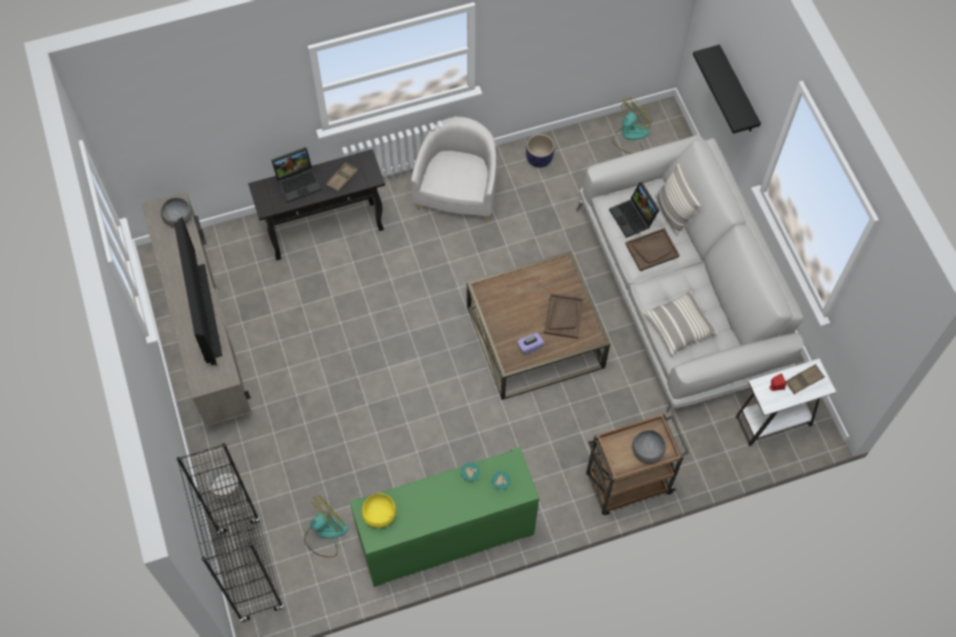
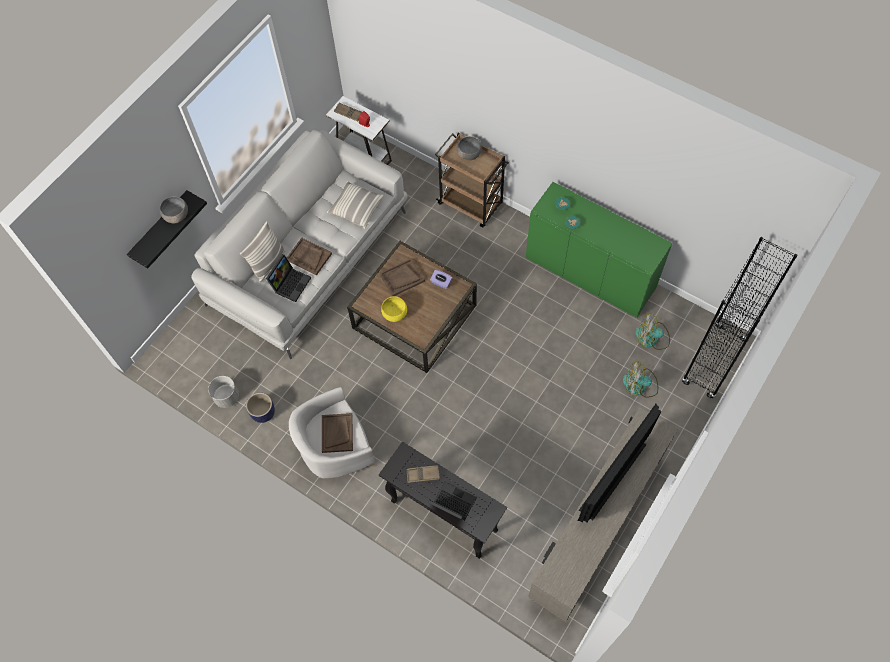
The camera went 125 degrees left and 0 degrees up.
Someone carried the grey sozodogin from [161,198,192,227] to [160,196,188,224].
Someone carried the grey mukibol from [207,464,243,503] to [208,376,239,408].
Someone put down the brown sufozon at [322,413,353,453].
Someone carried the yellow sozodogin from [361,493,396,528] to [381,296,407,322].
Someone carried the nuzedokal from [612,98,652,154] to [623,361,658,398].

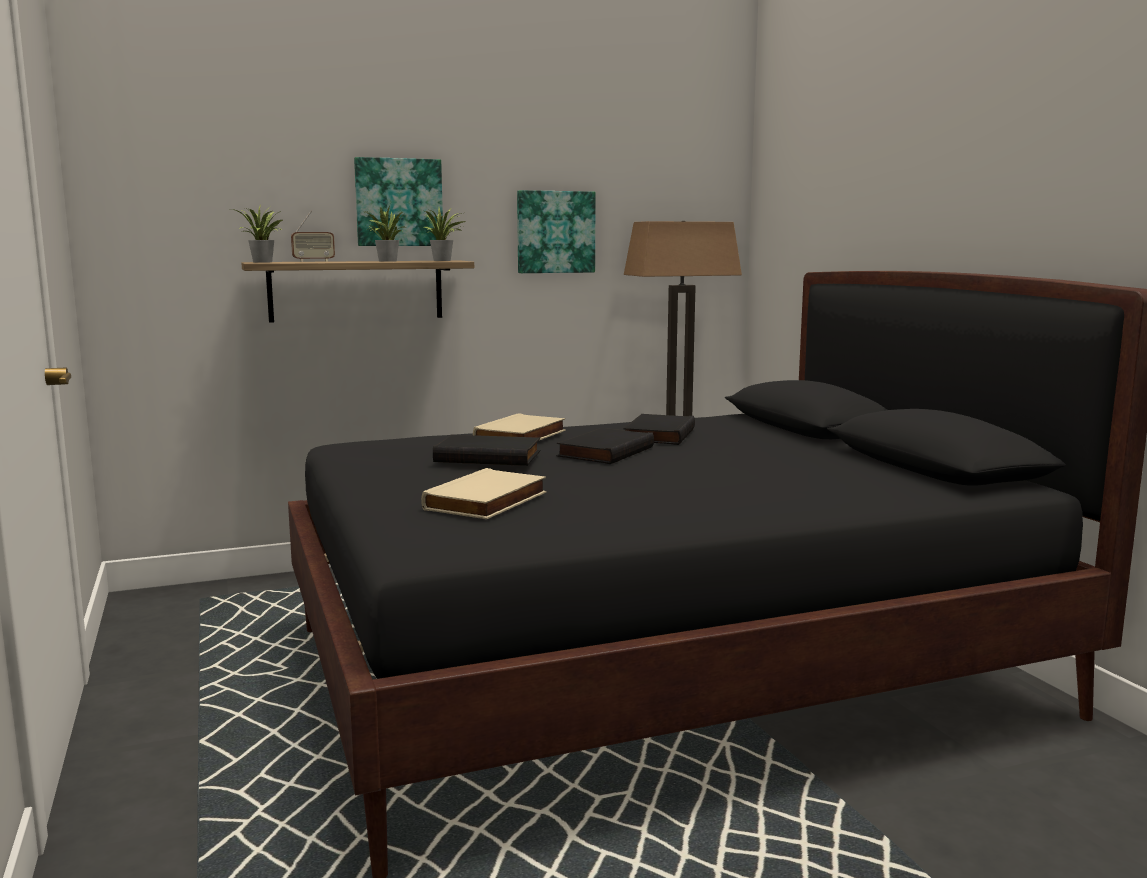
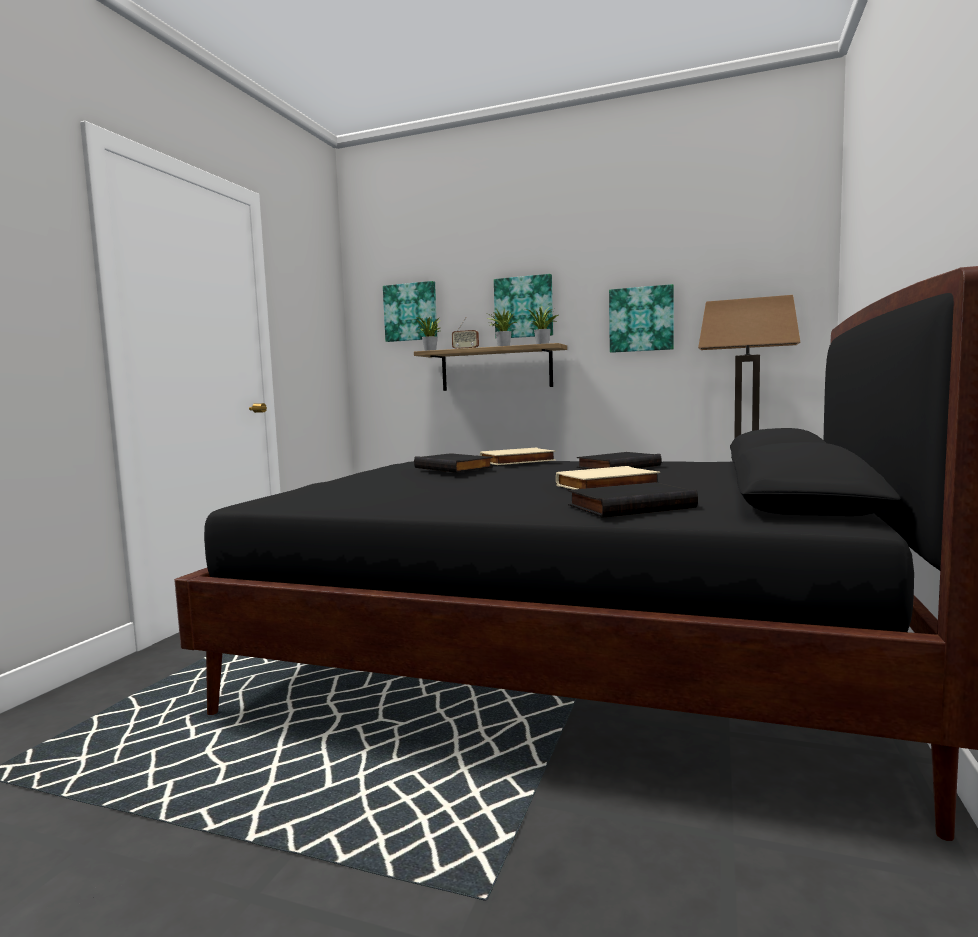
The camera went 40 degrees right and 5 degrees down.
Someone put up the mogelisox at [383,281,437,342].
Someone carried the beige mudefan from [421,468,546,519] to [556,466,660,490].
Someone carried the black mudefan from [557,428,654,464] to [568,482,698,518].

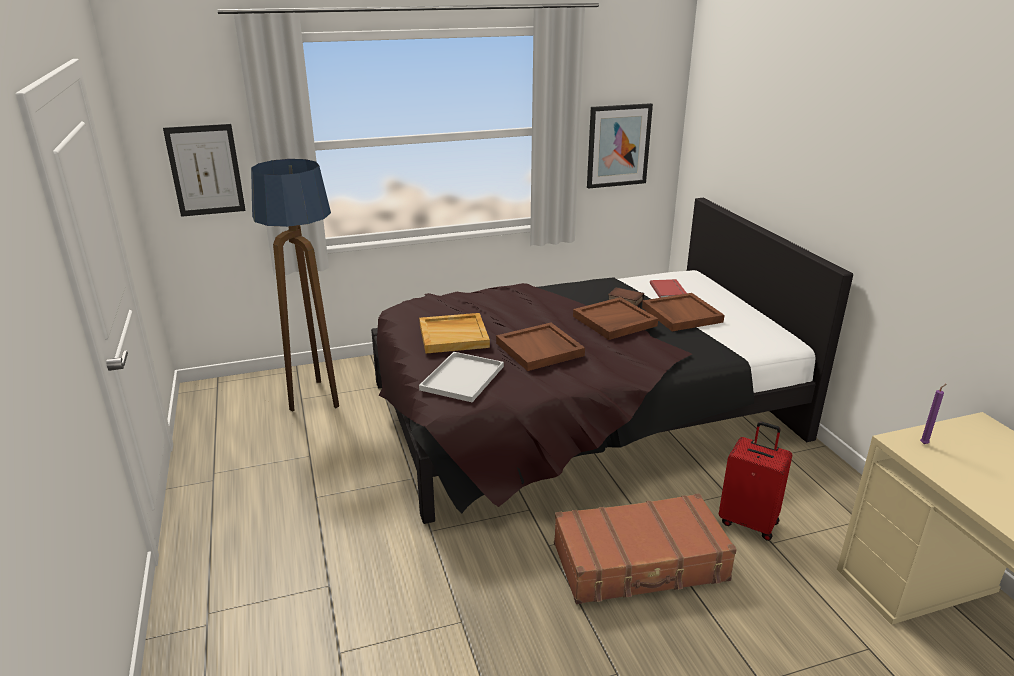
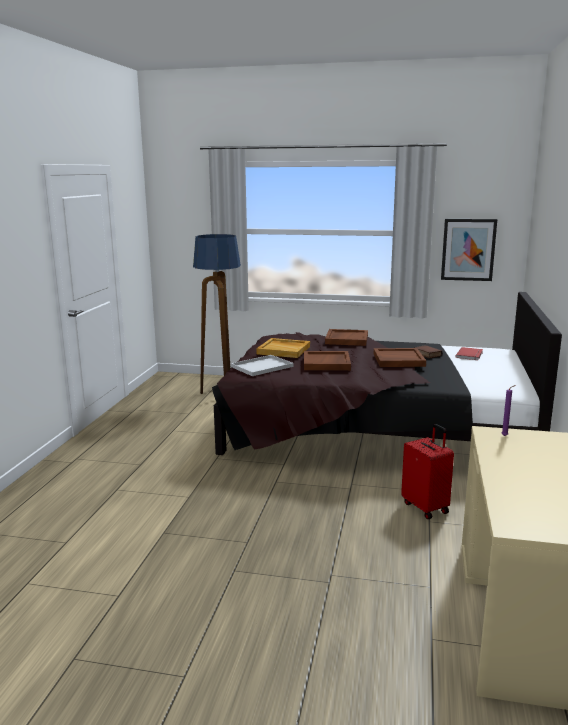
The camera went 30 degrees right and 10 degrees down.
Someone carried the brown sufozon from [642,293,724,331] to [325,329,368,346].
Someone took away the mogelisox at [163,124,246,217].
Someone took away the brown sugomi at [554,493,737,604].

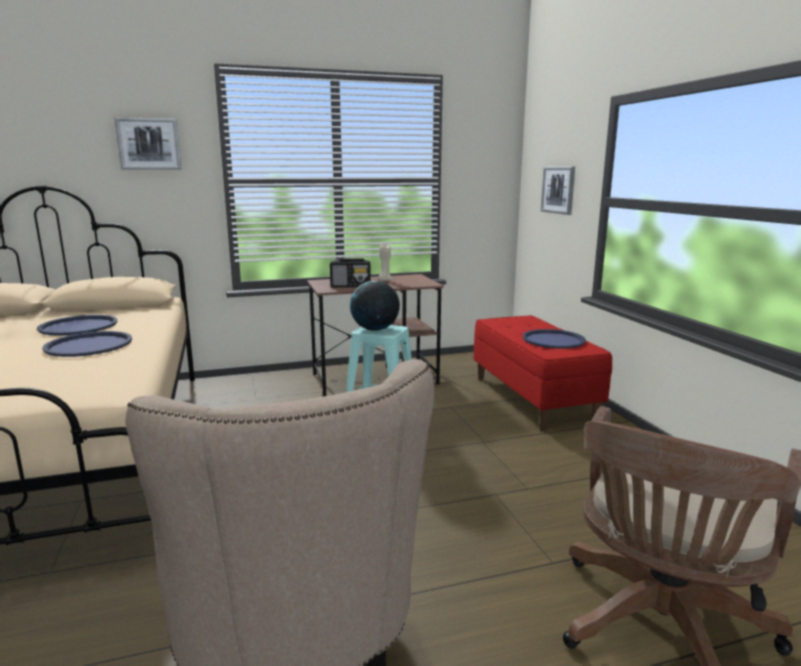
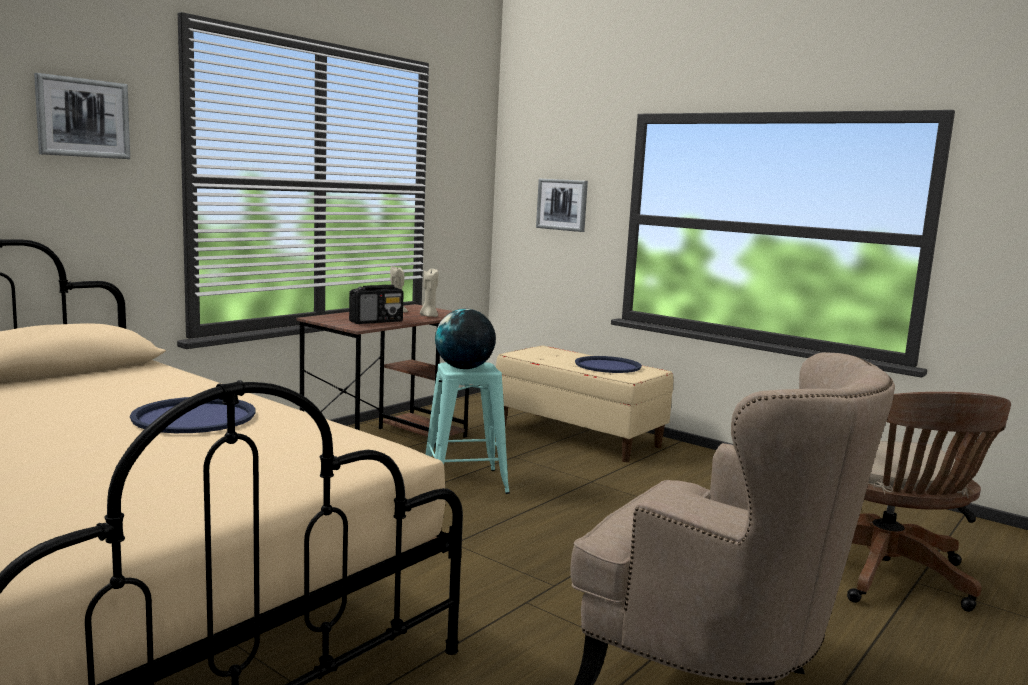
The camera went 35 degrees left and 5 degrees down.
Someone put down the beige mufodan at [420,269,438,317].
Someone repainted the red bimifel at [474,315,612,431], which became the beige bimifel at [496,346,673,462].
Someone took away the blue sufozon at [37,315,117,336].

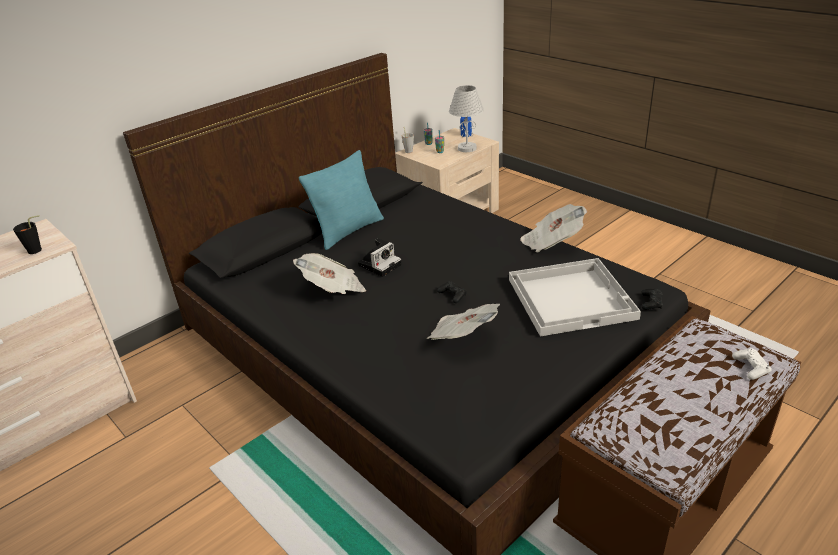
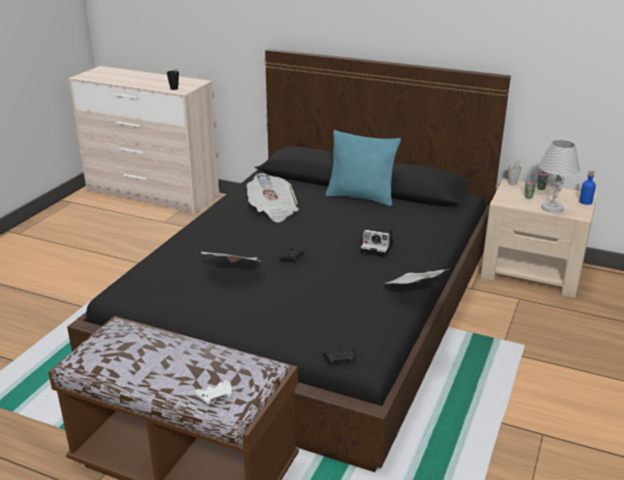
The camera went 65 degrees right and 5 degrees down.
Someone carried the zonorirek from [358,238,401,277] to [361,227,394,257].
Someone took away the white sufozon at [509,258,641,336].

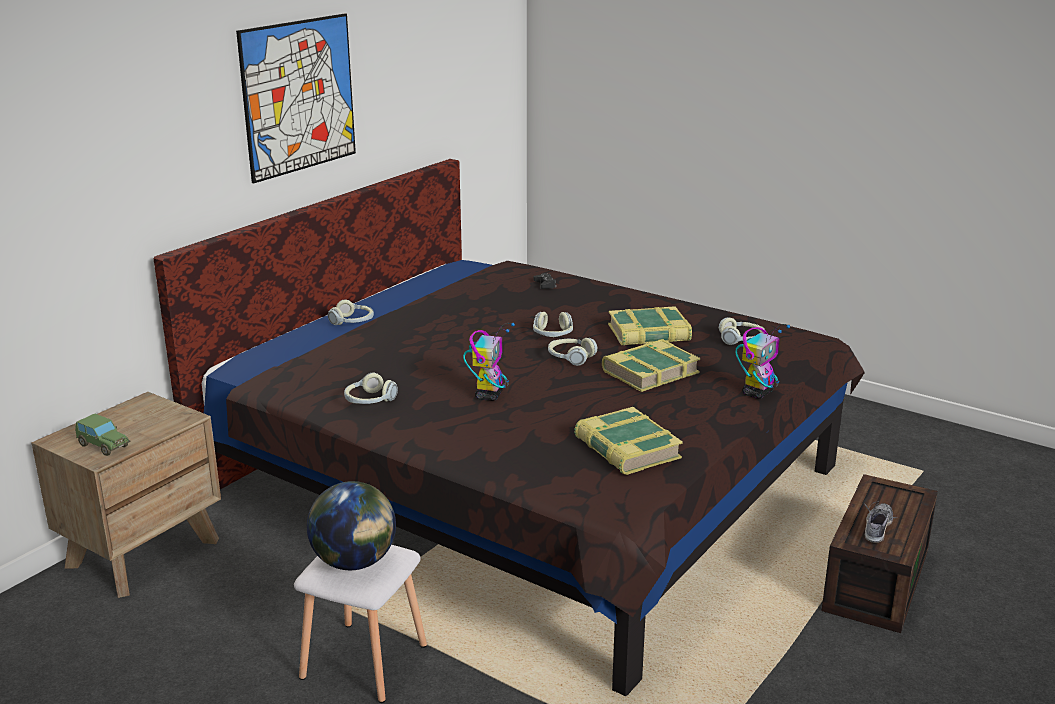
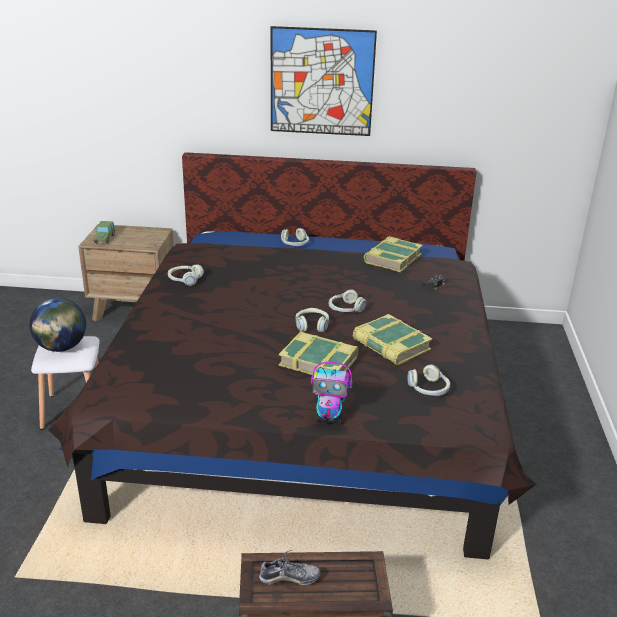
The camera went 60 degrees right and 5 degrees up.
Someone carried the mudefan from [574,407,683,475] to [364,236,423,272].
Someone took away the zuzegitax at [463,323,515,401].

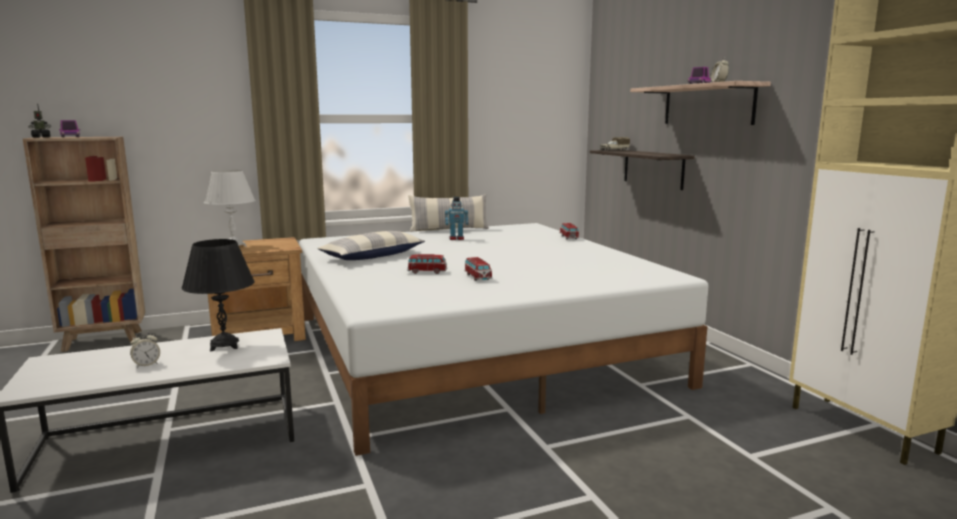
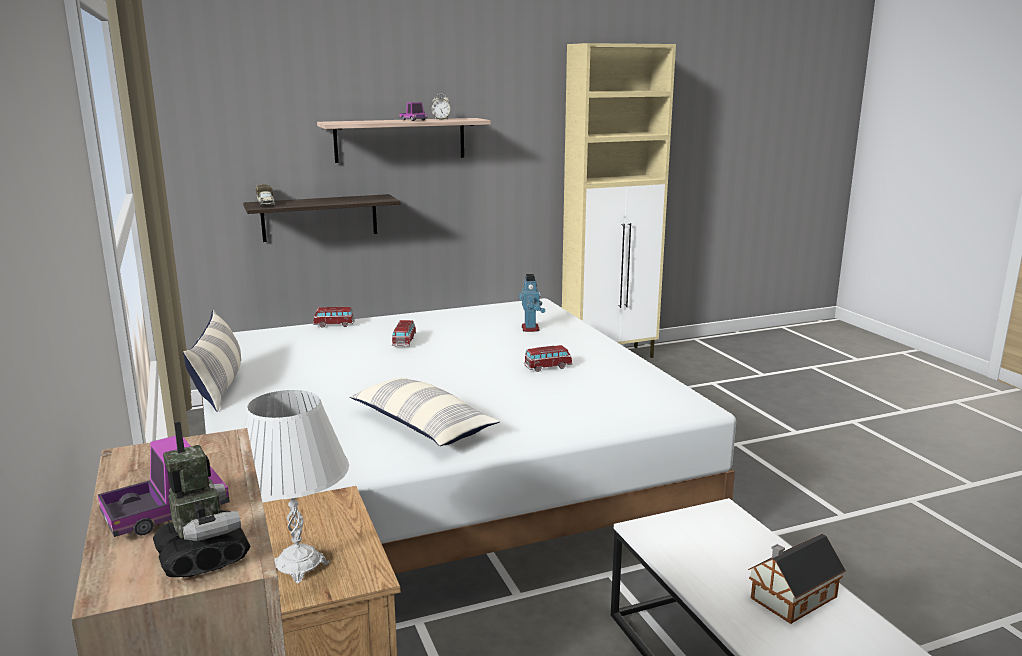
The camera went 90 degrees left and 5 degrees up.
Someone carried the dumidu from [407,254,447,274] to [392,320,416,347].
Someone carried the zuzegitax from [445,197,469,240] to [519,274,545,332].
Someone swapped the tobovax at [130,331,160,368] for the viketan at [748,534,846,624].
Someone took away the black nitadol at [182,239,255,351].

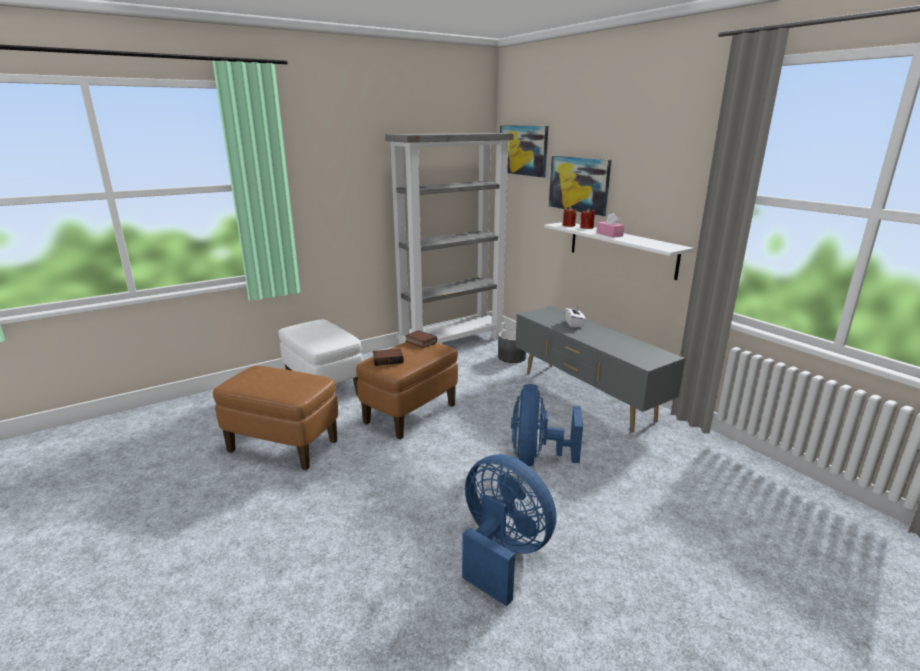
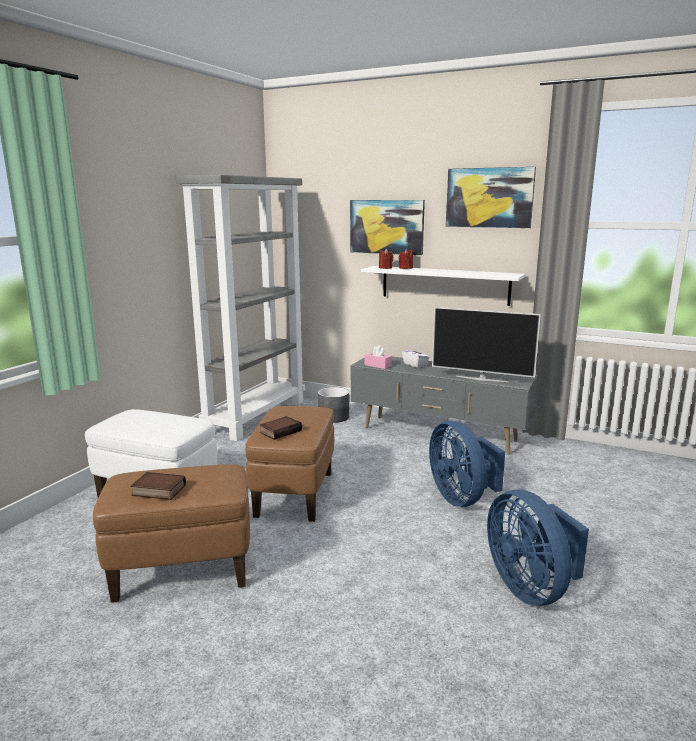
The camera went 30 degrees left and 5 degrees down.
Someone carried the mudefan from [405,330,437,348] to [130,472,186,500].
Someone carried the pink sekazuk from [597,213,624,237] to [364,345,392,369].
Someone put down the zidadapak at [432,307,541,382].
Someone carried the mogelisox from [500,125,548,178] to [446,167,536,228].
Someone rotated the blue nuzedokal at [463,454,557,606] by 120 degrees counterclockwise.

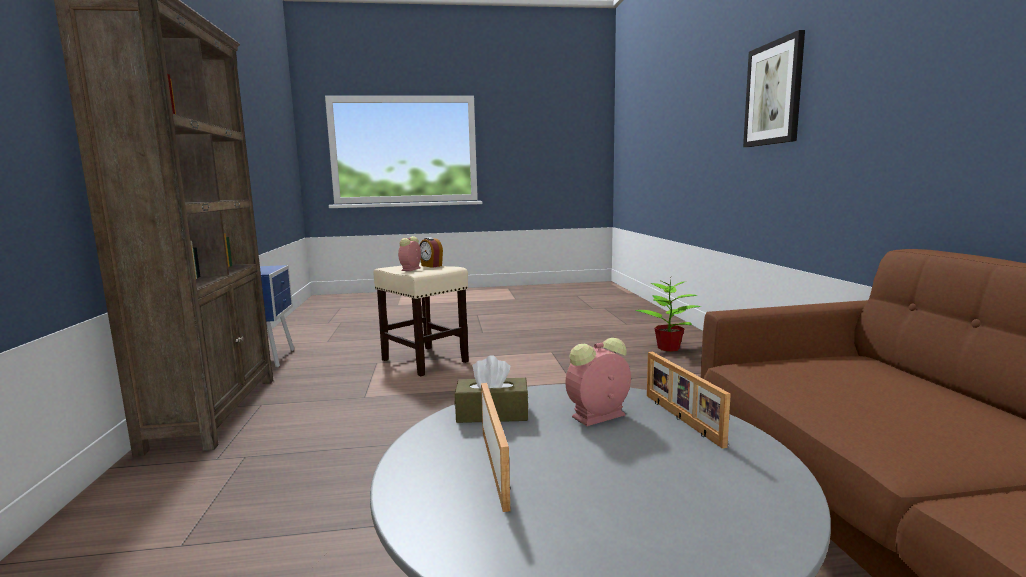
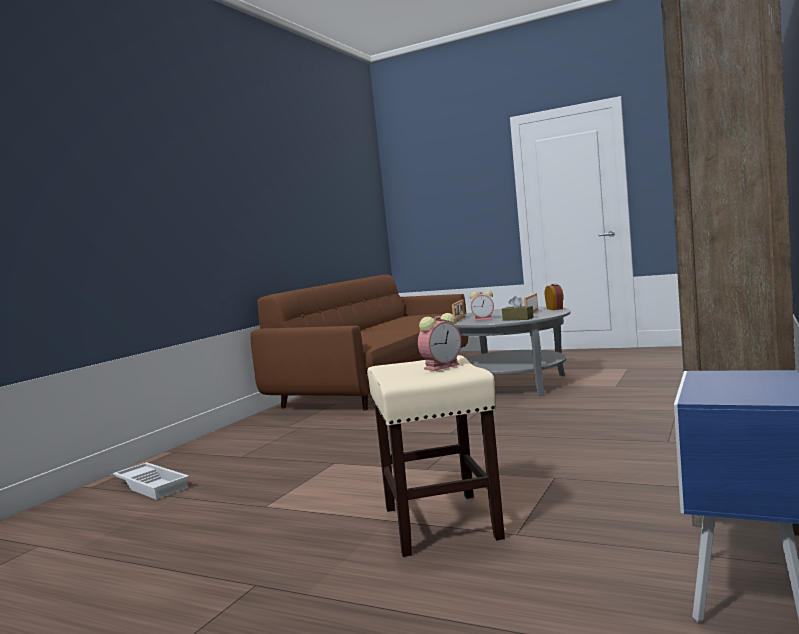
The camera went 145 degrees left and 5 degrees down.
Someone swapped the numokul at [635,275,701,352] for the white sufozon at [113,462,189,500].
Someone carried the tobovax from [419,237,443,268] to [545,284,563,310].
Someone took away the mogelisox at [743,30,805,147].

